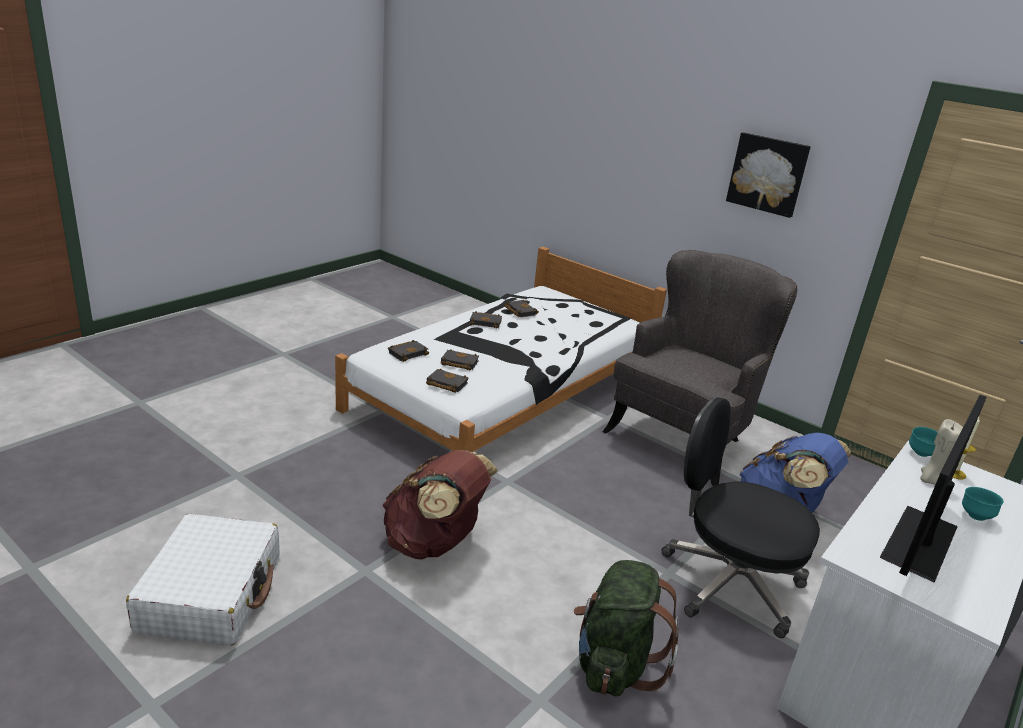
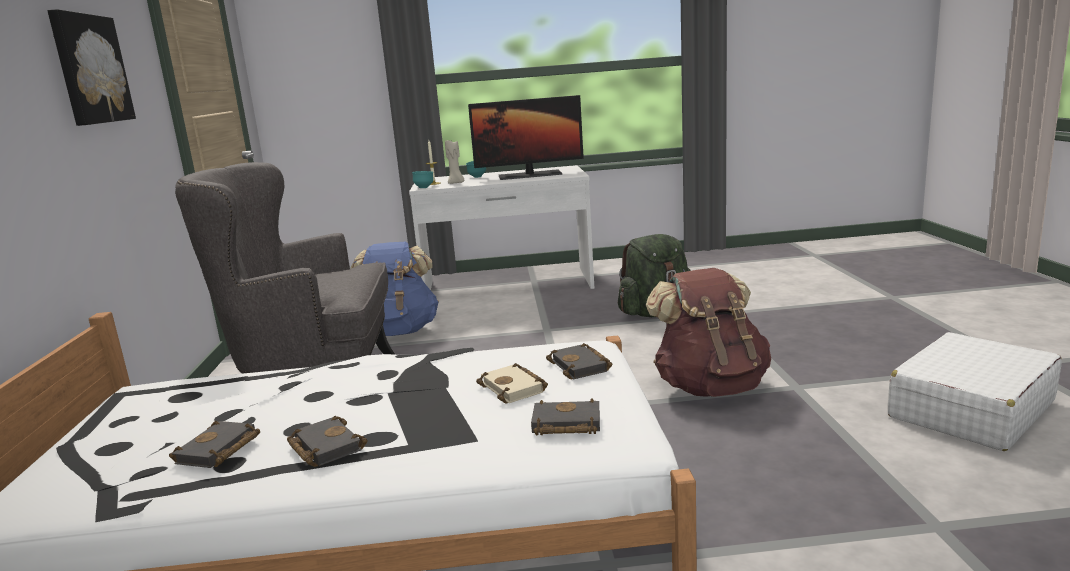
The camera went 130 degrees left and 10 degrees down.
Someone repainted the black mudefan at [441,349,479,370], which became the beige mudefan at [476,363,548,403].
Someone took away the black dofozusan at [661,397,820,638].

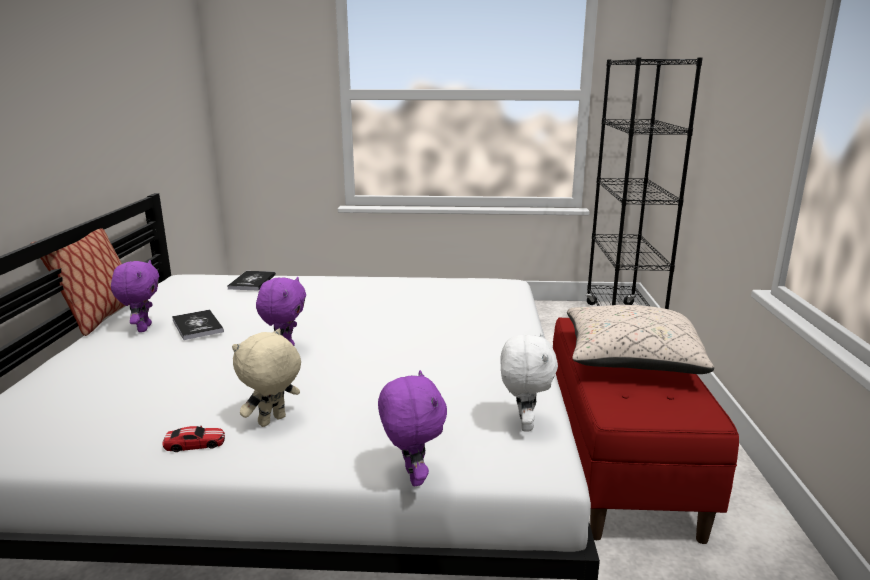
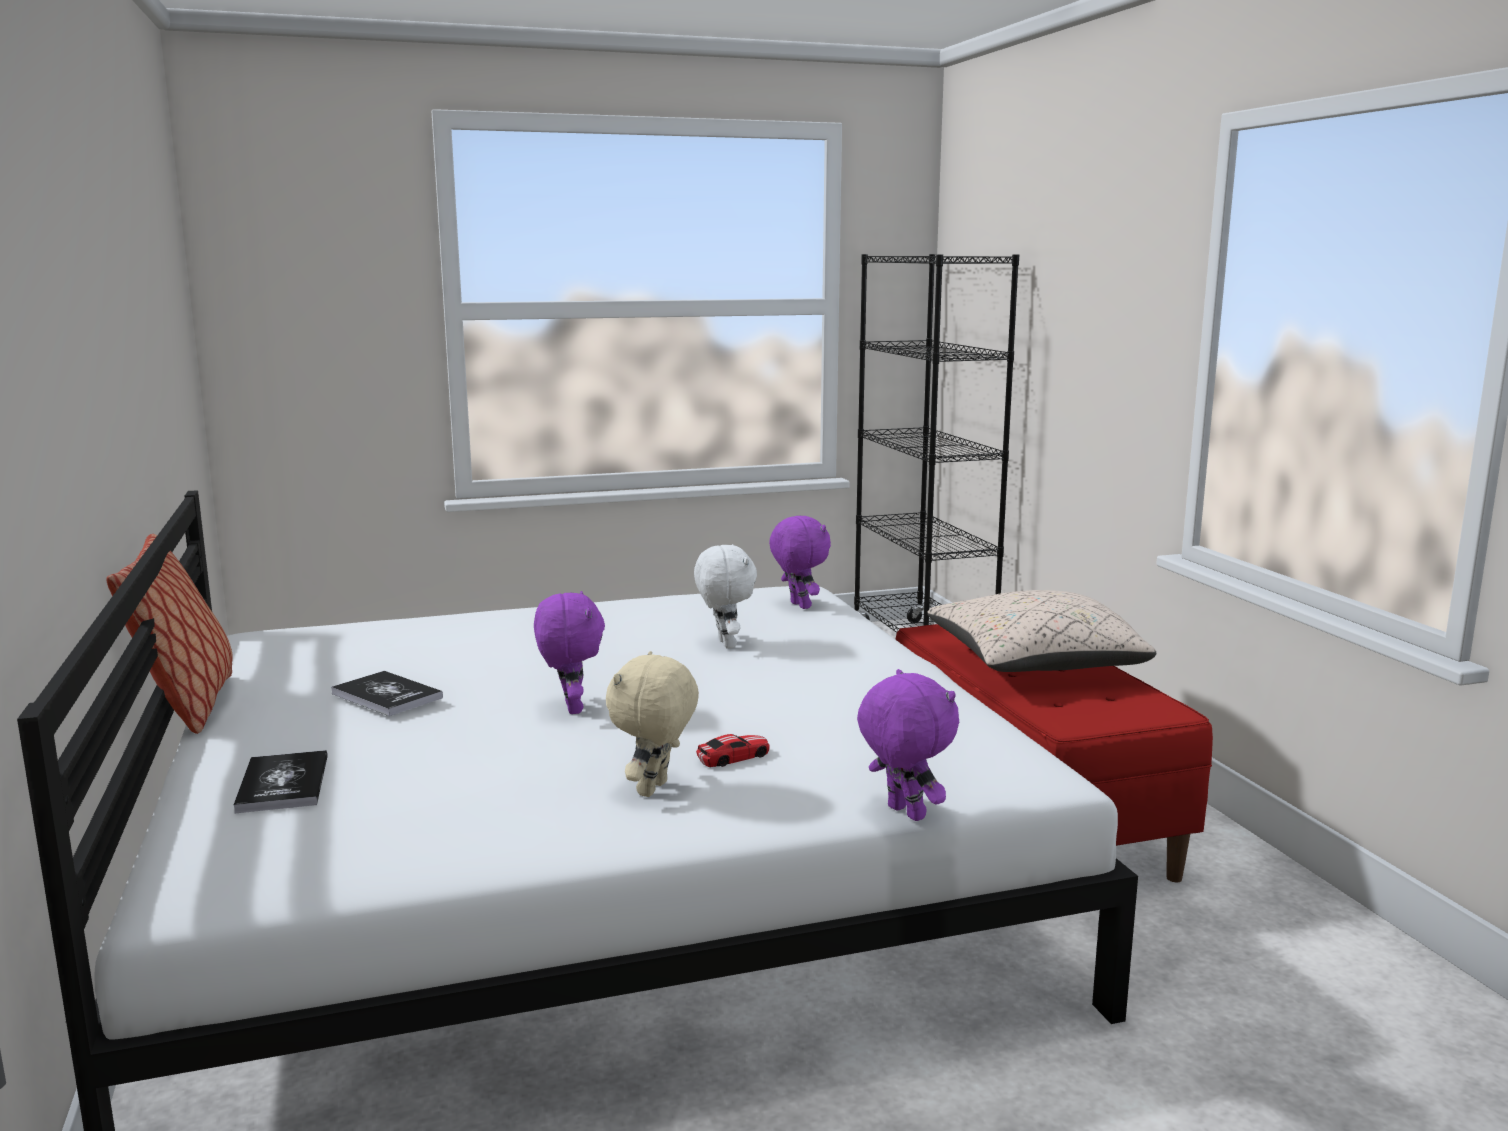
The camera went 20 degrees left and 5 degrees down.
Someone carried the mudefan from [227,271,276,291] to [234,750,328,814].
Someone carried the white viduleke from [501,332,558,432] to [694,544,757,649].
Someone carried the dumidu from [163,426,225,452] to [696,734,769,767].
Someone carried the purple viduleke from [111,260,159,332] to [769,516,831,609].

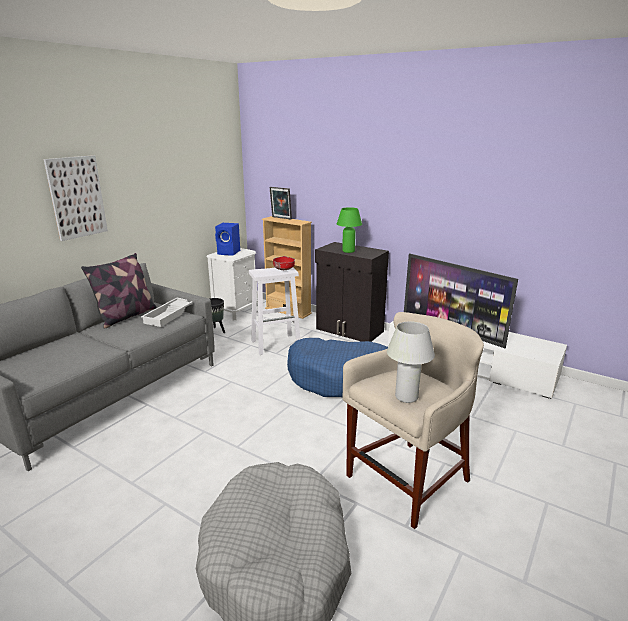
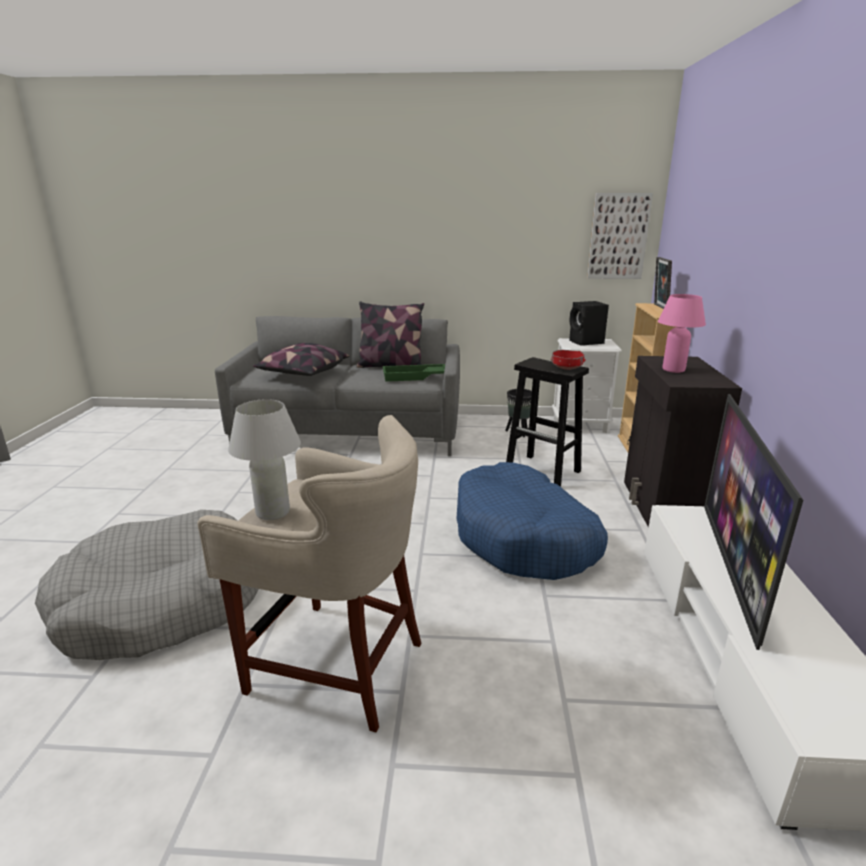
The camera went 60 degrees right and 0 degrees up.
Someone put down the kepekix at [253,343,350,376].
Someone repainted the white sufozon at [141,298,193,327], which became the green sufozon at [383,364,445,382].
Someone repainted the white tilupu at [249,268,300,355], which became the black tilupu at [506,357,589,487].
Someone repainted the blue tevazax at [215,223,240,255], which became the black tevazax at [569,301,609,346].
Someone carried the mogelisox from [44,155,108,241] to [587,193,653,279].
Someone repainted the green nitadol at [337,207,362,253], which became the pink nitadol at [658,294,706,373].

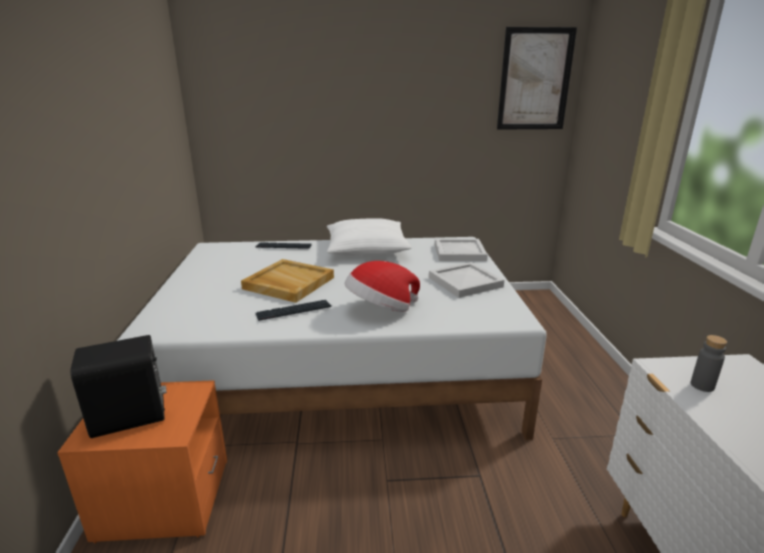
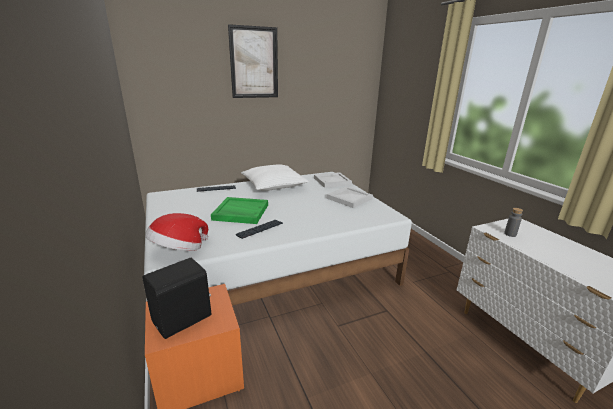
The camera went 20 degrees left and 0 degrees up.
Someone carried the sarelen from [345,261,420,312] to [145,213,208,251].
Someone repainted the beige sufozon at [241,259,334,303], which became the green sufozon at [211,197,268,224].
Someone carried the mogelisox from [497,27,577,130] to [228,24,278,98].

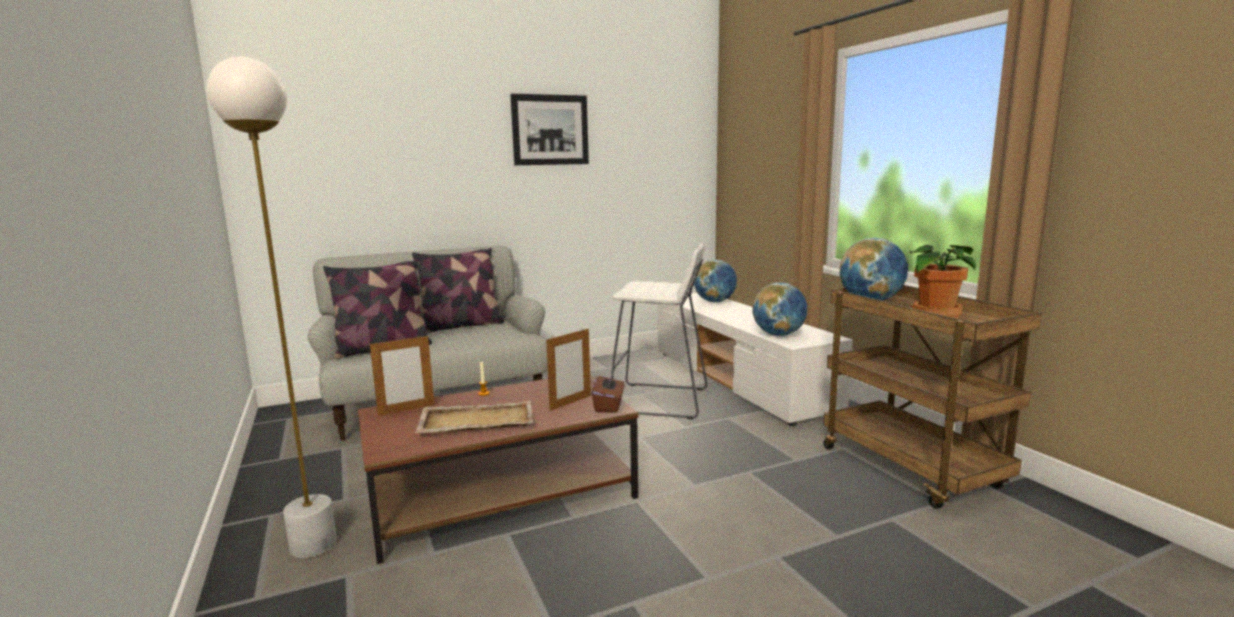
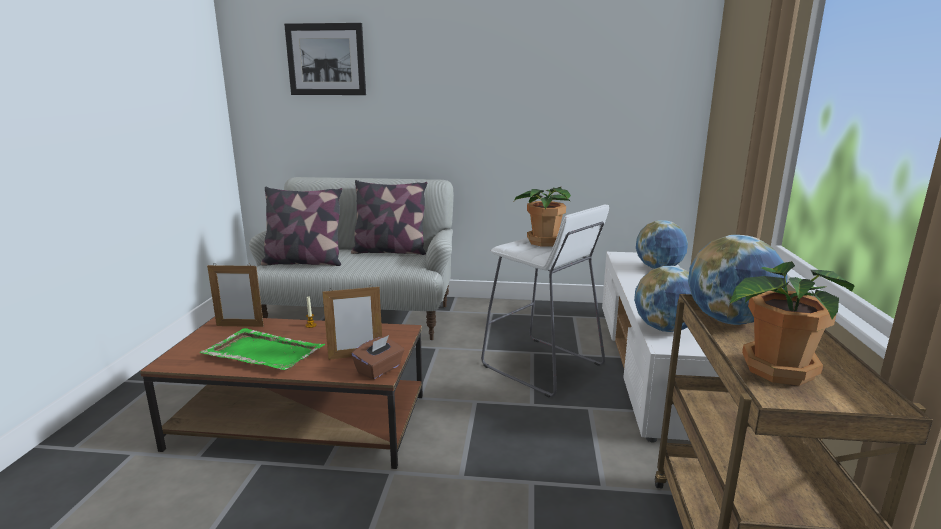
The camera went 30 degrees right and 5 degrees up.
Someone repainted the beige sufozon at [415,401,533,433], which became the green sufozon at [199,328,325,370].
Someone carried the mogelisox from [510,94,589,165] to [284,23,366,95].
Someone put down the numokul at [514,187,571,247].
Someone took away the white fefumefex at [207,57,337,558].

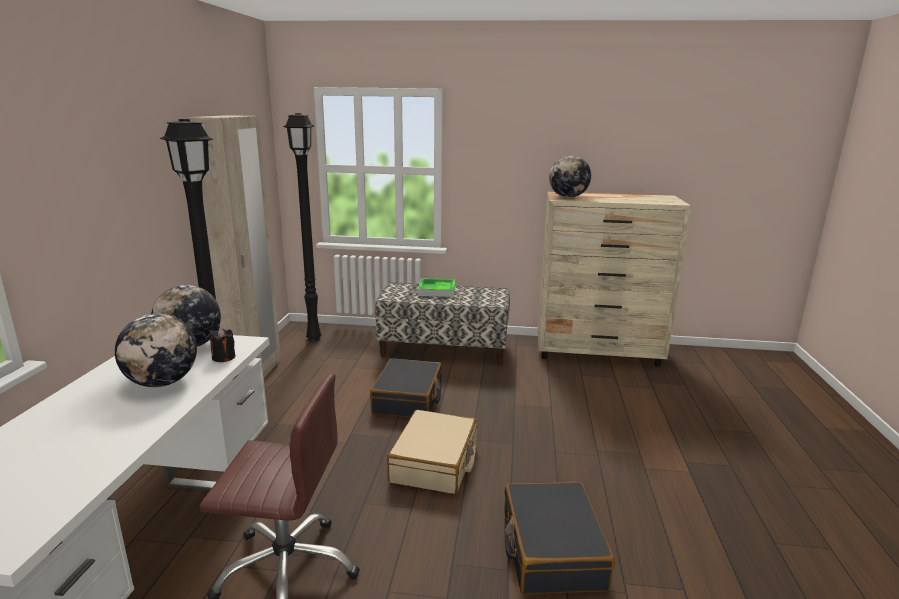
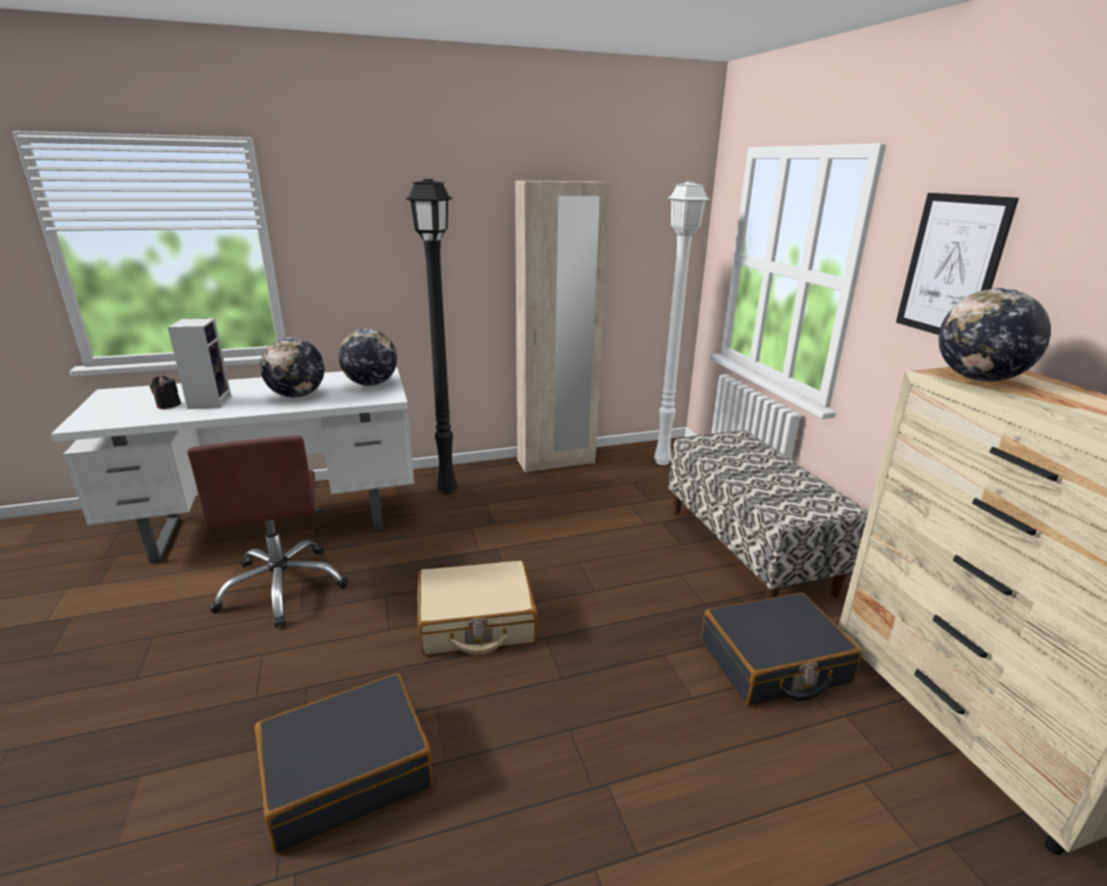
The camera went 65 degrees right and 5 degrees up.
Someone carried the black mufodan from [209,328,235,362] to [150,376,181,409].
Someone put down the tevazax at [168,318,231,409].
Someone repainted the black fefumefex at [283,113,321,341], which became the white fefumefex at [654,182,711,465].
Someone carried the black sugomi from [370,358,442,417] to [701,592,862,706].
Someone put up the mogelisox at [896,193,1019,335].
Someone took away the sufozon at [418,278,455,297].

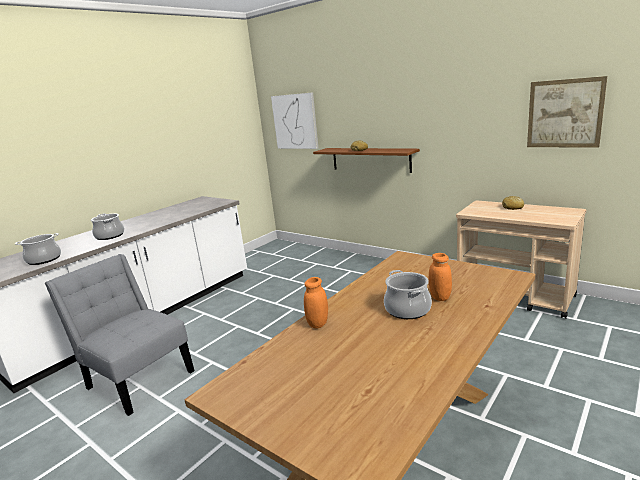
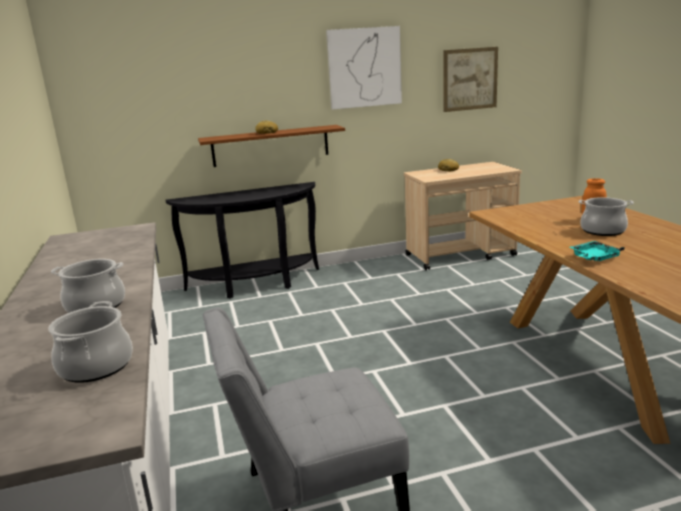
The camera went 55 degrees left and 0 degrees up.
Someone put down the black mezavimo at [166,182,319,298].
Someone carried the mogelisox from [271,92,319,149] to [326,26,402,110].
Someone swapped the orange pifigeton at [304,277,328,329] for the turquoise sufozon at [569,241,625,261].

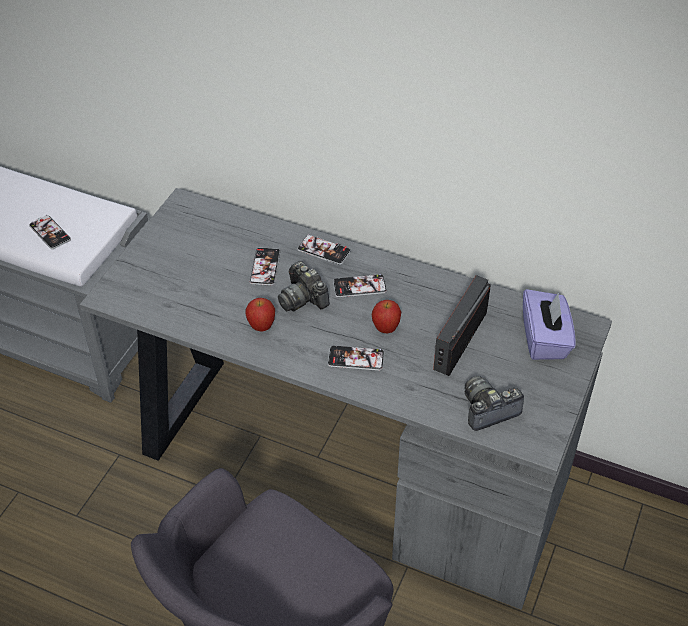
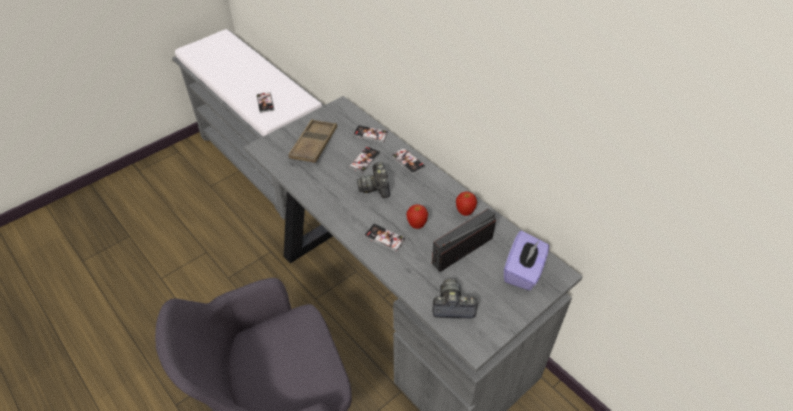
The camera went 25 degrees right and 0 degrees up.
Someone put down the brown sufozon at [288,119,337,163].
Someone carried the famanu from [333,274,387,298] to [353,125,389,142].
Someone carried the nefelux from [245,298,275,331] to [456,192,477,216].

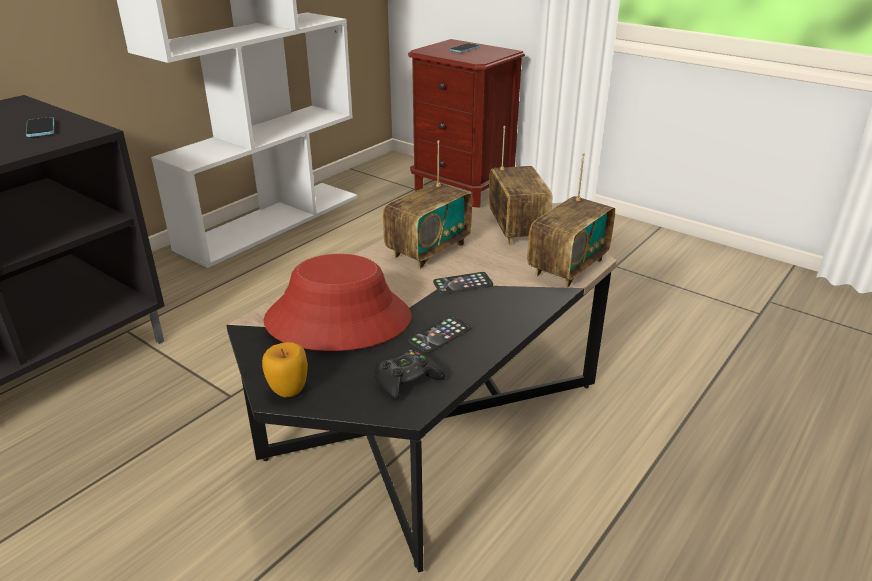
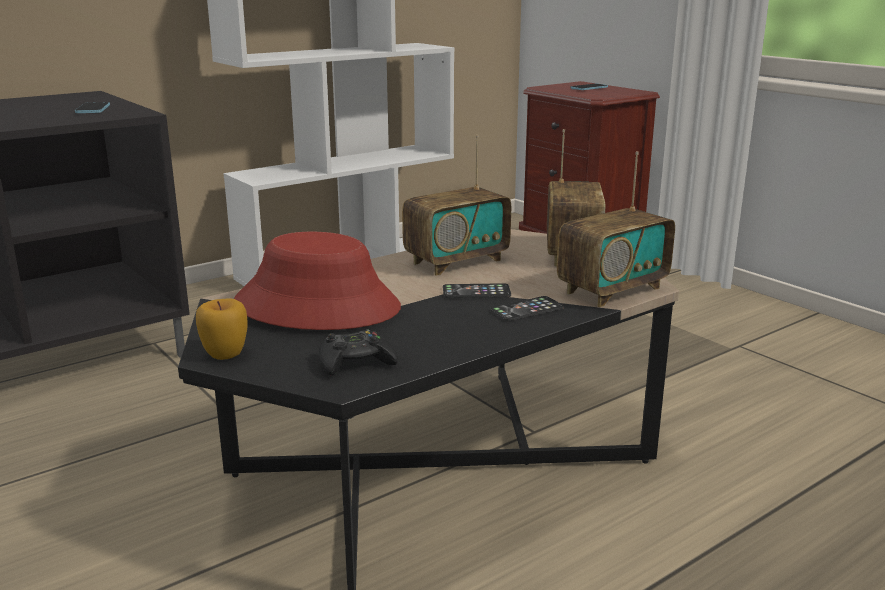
The camera went 15 degrees right and 10 degrees down.
Someone carried the famanu from [408,316,471,353] to [490,296,564,321].

